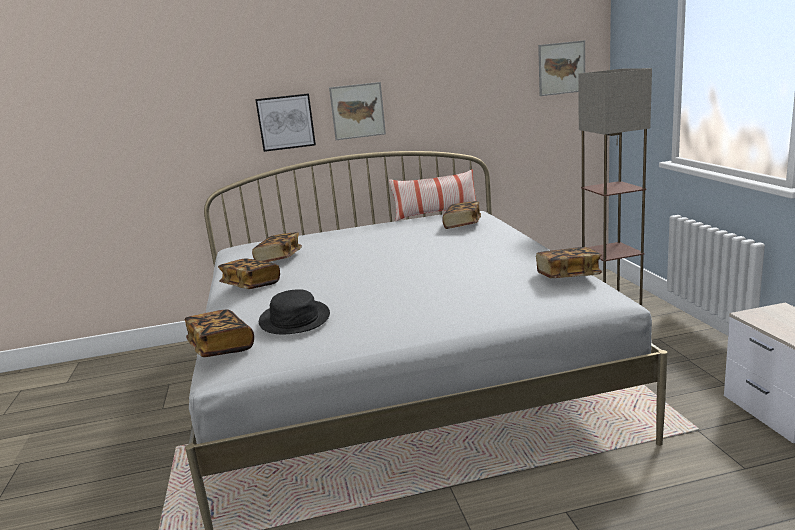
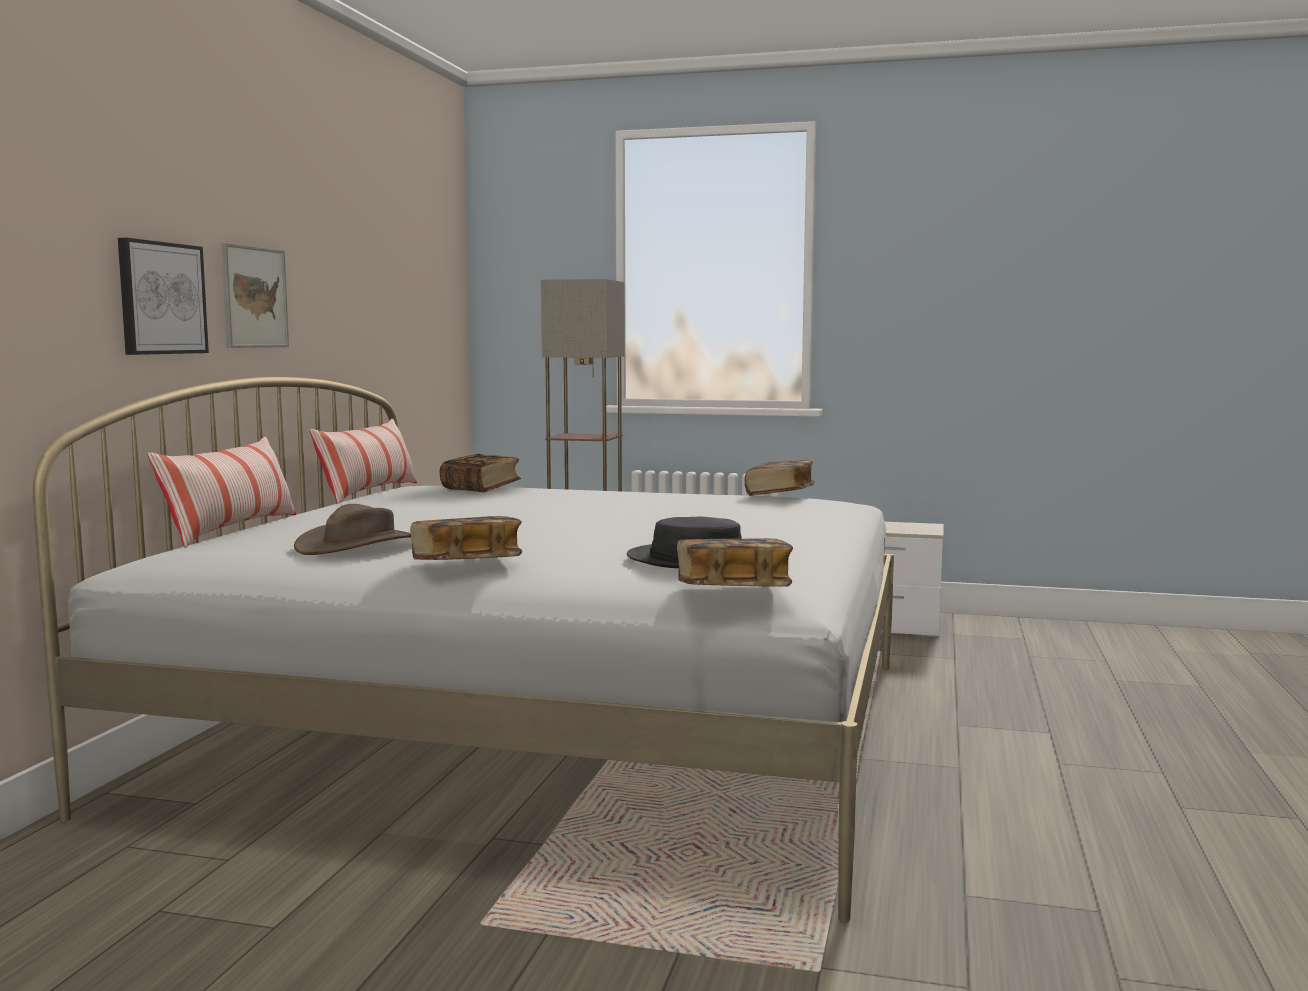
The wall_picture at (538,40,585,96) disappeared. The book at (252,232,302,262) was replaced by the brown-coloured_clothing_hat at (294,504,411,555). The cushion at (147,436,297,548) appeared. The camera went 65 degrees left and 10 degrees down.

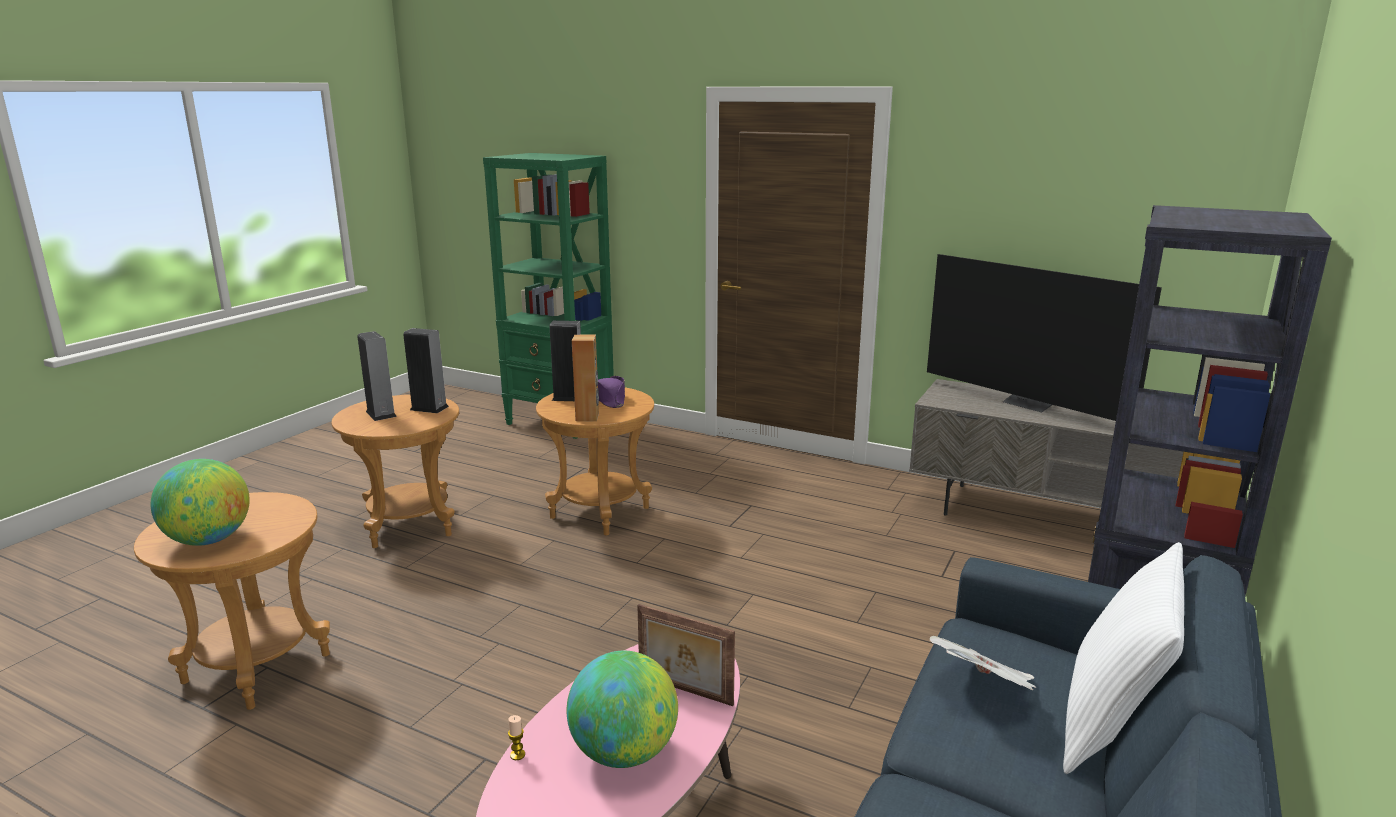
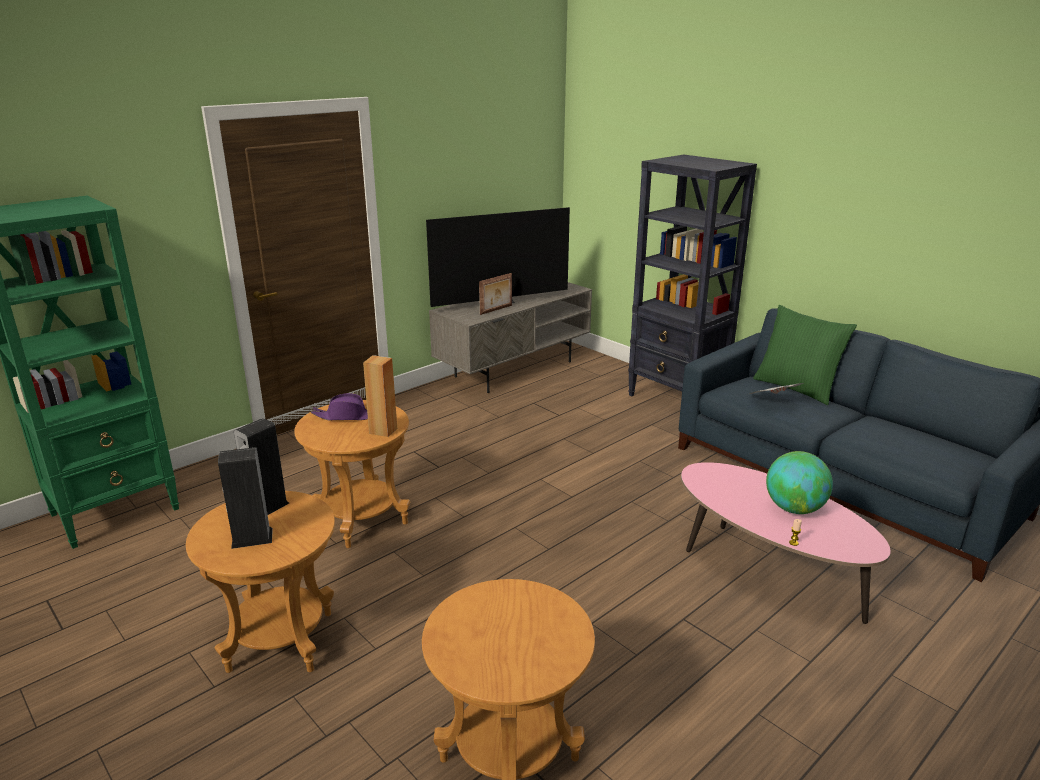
The speaker at (550,321,581,401) disappeared. The desk_globe at (151,459,250,546) disappeared. The white-coloured_cushion at (1063,542,1184,774) became the green_cushion at (753,305,857,405). The standing_frame moved from (637,604,735,706) to (479,273,512,315). The camera went 70 degrees left and 5 degrees up.

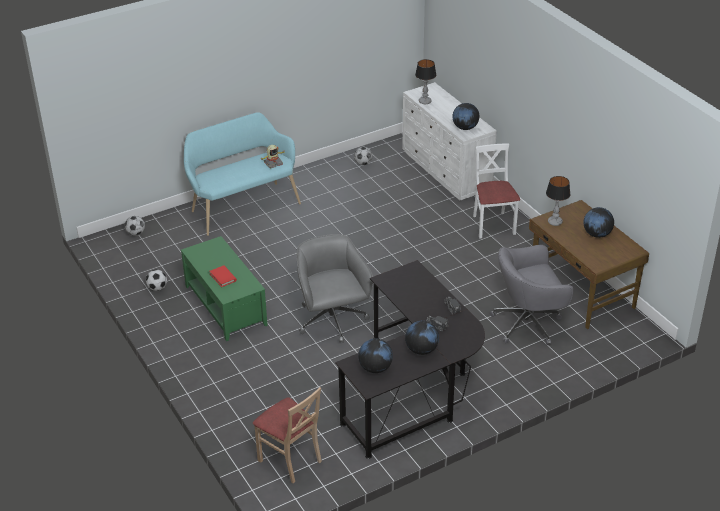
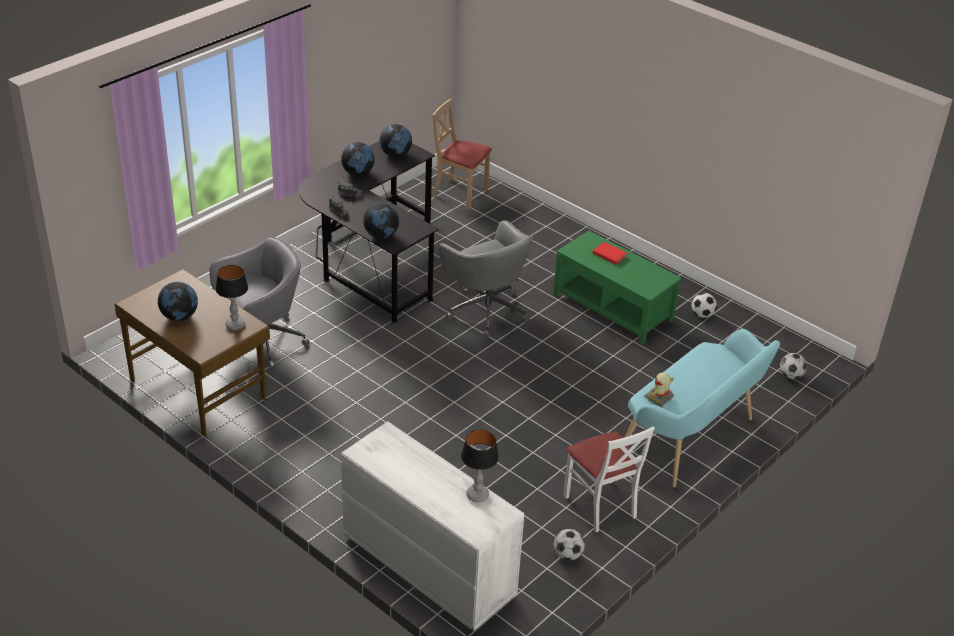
The desk_globe moved from (453,103,479,130) to (363,203,399,239). The white-coloured_plain_chair moved from (473,143,520,238) to (563,426,655,532). The camera went 160 degrees right and 0 degrees up.

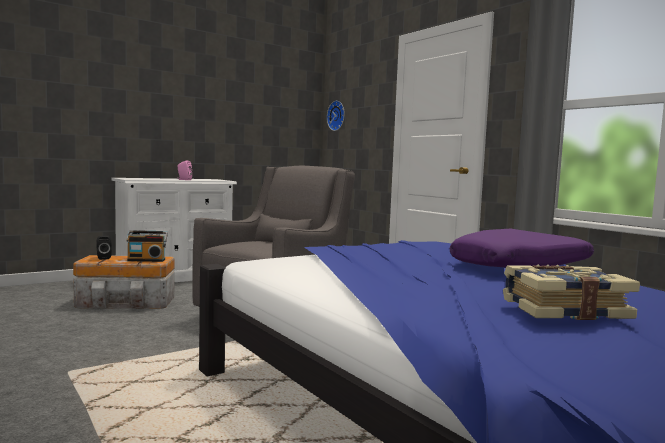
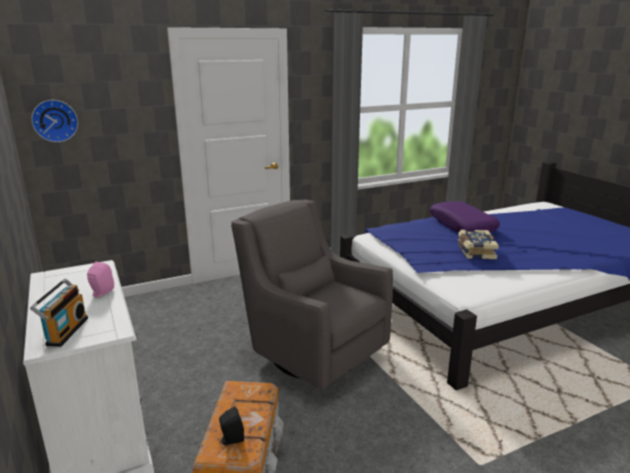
The radio_receiver moved from (126,230,168,262) to (30,279,88,347). The book moved from (503,265,640,320) to (458,230,499,259). The camera went 80 degrees left and 15 degrees up.

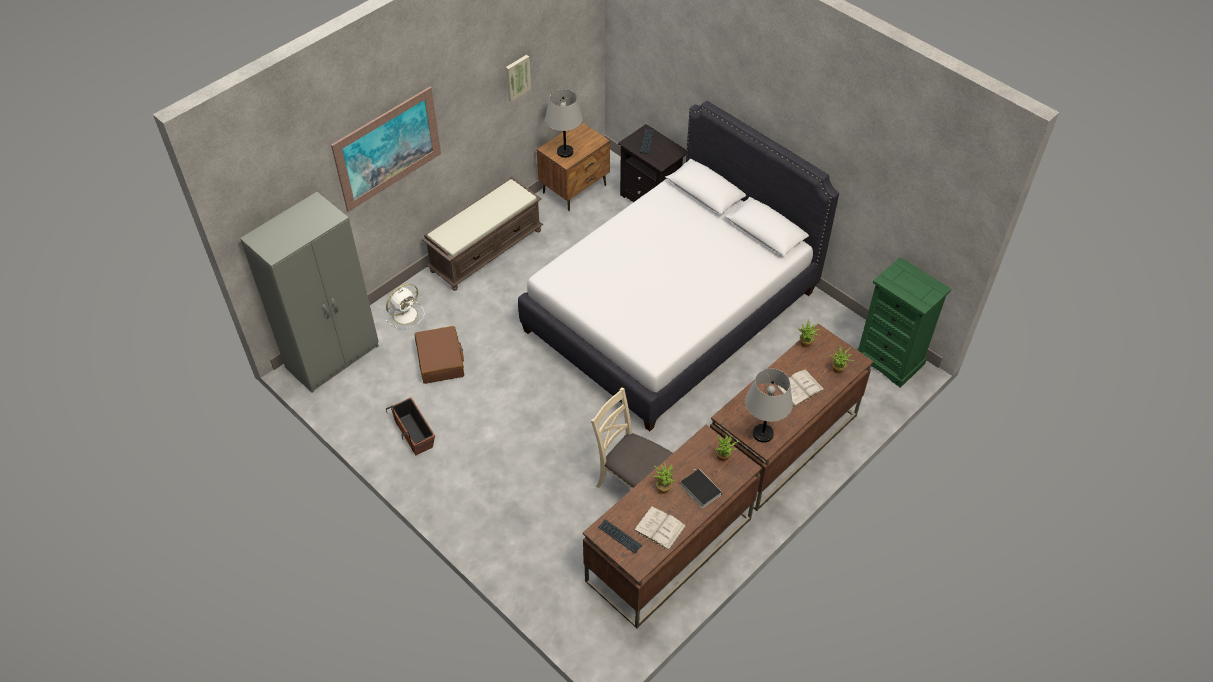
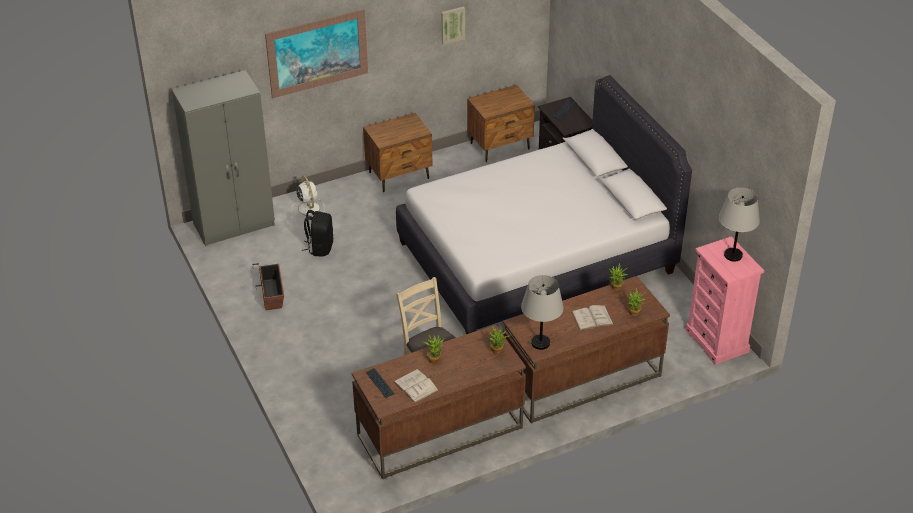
The greyish_table_lamp moved from (545,89,583,158) to (719,188,760,262). The brown-coloured_indoor_bench at (422,177,543,291) was replaced by the brown-coloured_bedside_table at (363,113,433,192). The green_chest_of_drawers at (857,257,951,388) became the pinkish_chest_of_drawers at (685,236,764,365). The white-coloured_cooling_fan at (385,283,425,329) turned 90 degrees counterclockwise. The brown-coloured_piece_of_luggage at (415,326,464,384) was replaced by the blackish_rucksack at (302,210,333,256). The book at (681,468,722,508) disappeared. The camera went 20 degrees right and 10 degrees down.

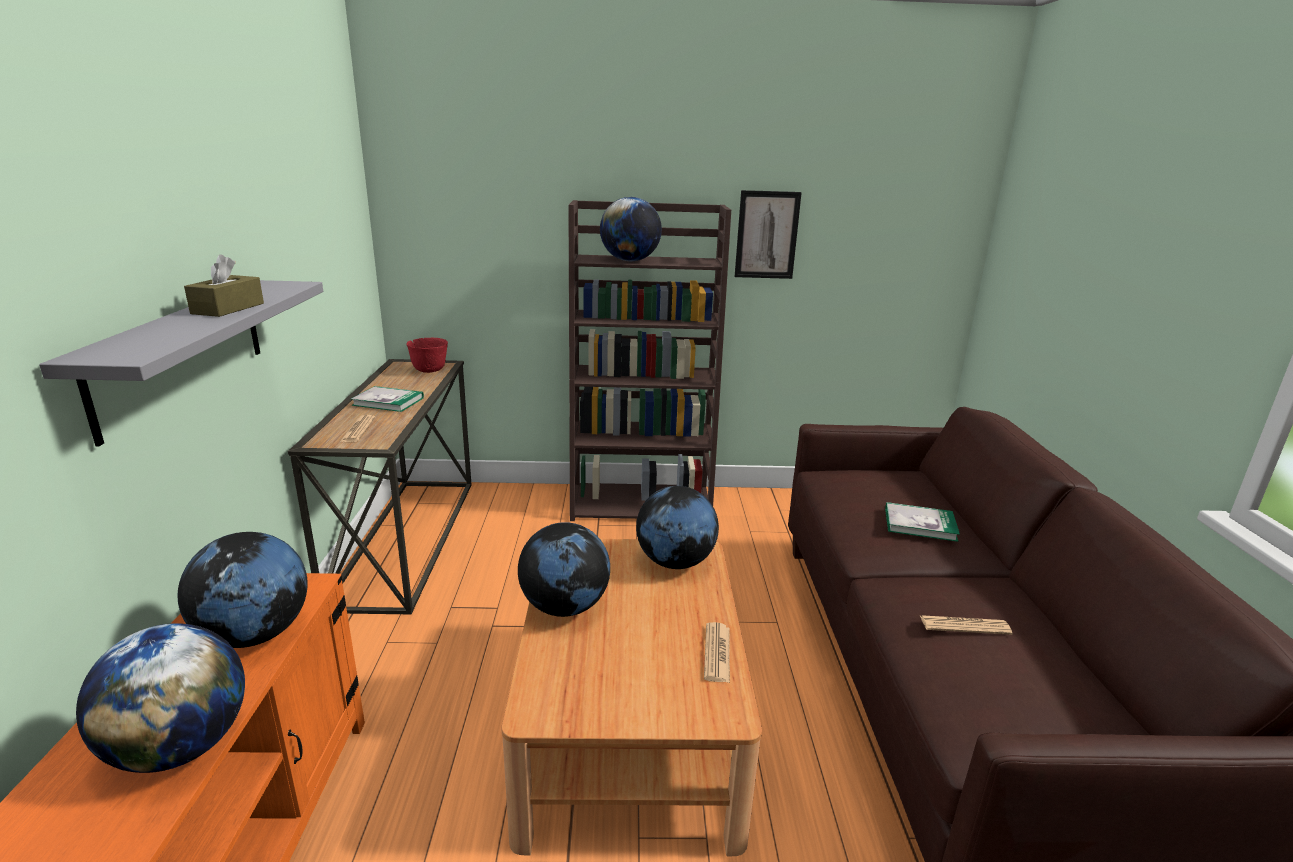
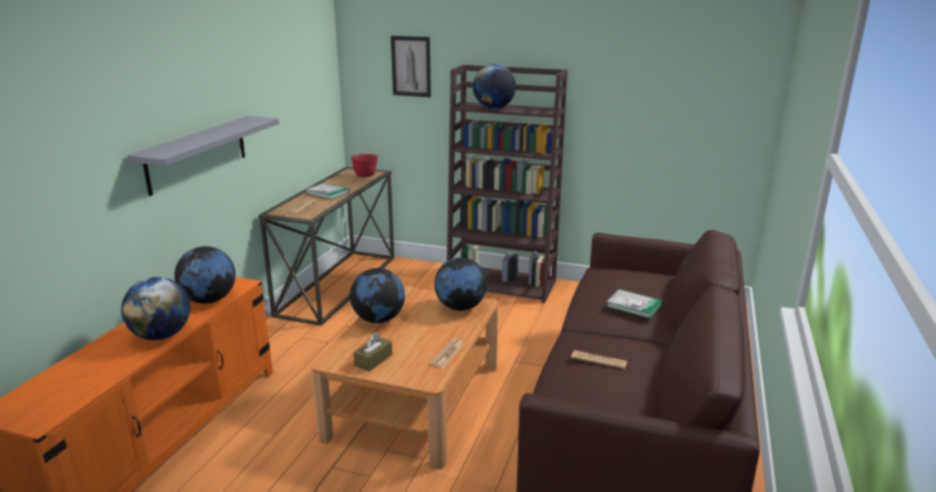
The wall_picture moved from (735,190,802,279) to (391,36,431,97). The brown-coloured_box_of_tissues moved from (184,254,264,317) to (353,332,392,372). The camera went 20 degrees right and 0 degrees up.

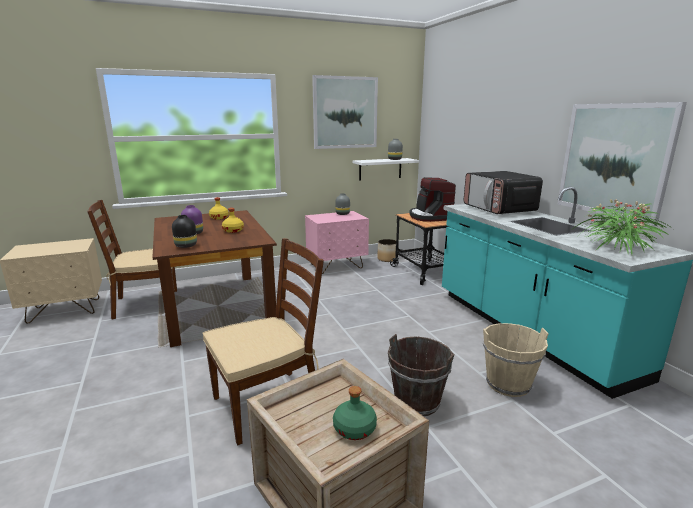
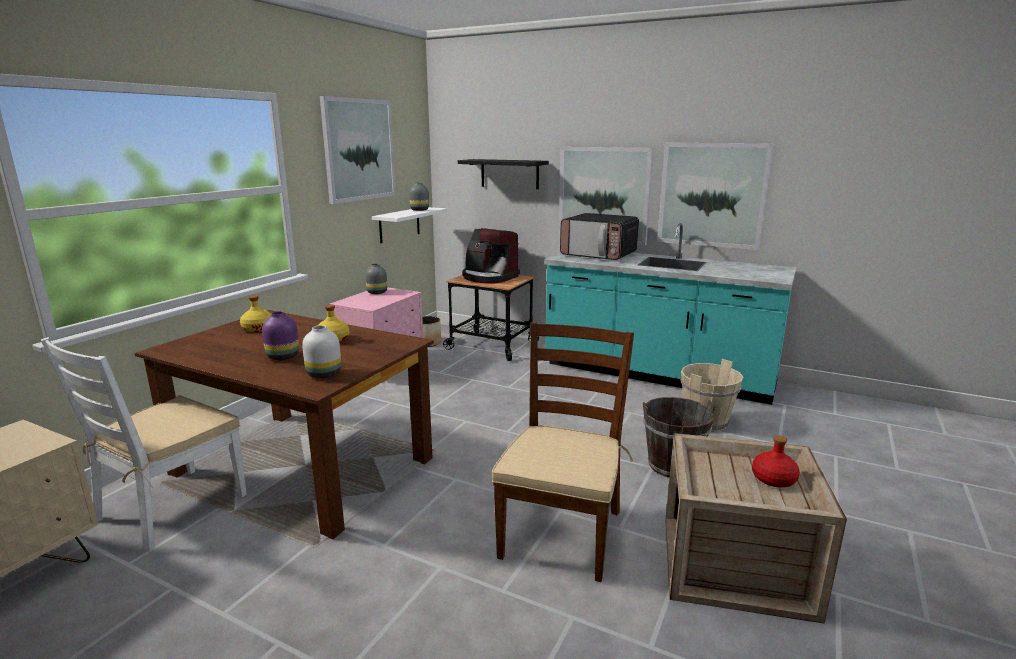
The plant_in_a_pot at (574,199,672,255) disappeared. The brown-coloured_plain_chair at (87,200,177,320) became the white-coloured_plain_chair at (41,337,247,552). The blackish_vase at (172,215,197,248) became the white-coloured_vase at (302,325,341,378). The green_beverage_bottle at (333,386,377,440) became the red_beverage_bottle at (752,436,800,487). The wall_picture at (558,147,654,246) appeared. The blackish_bracket_shelf at (458,159,549,189) appeared. The camera went 40 degrees left and 0 degrees up.

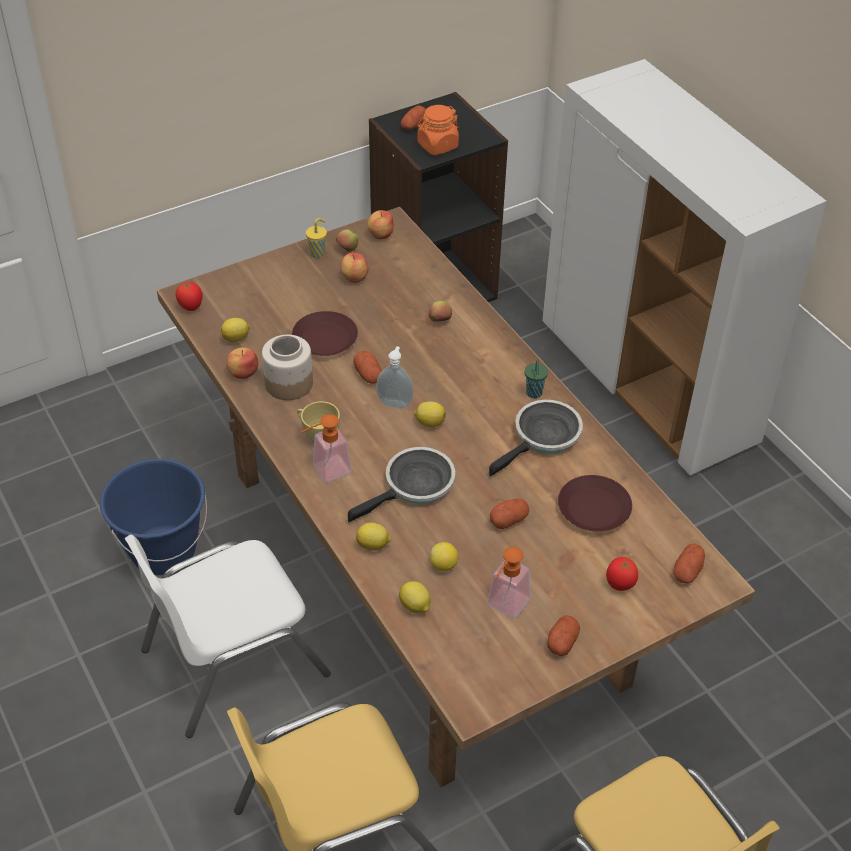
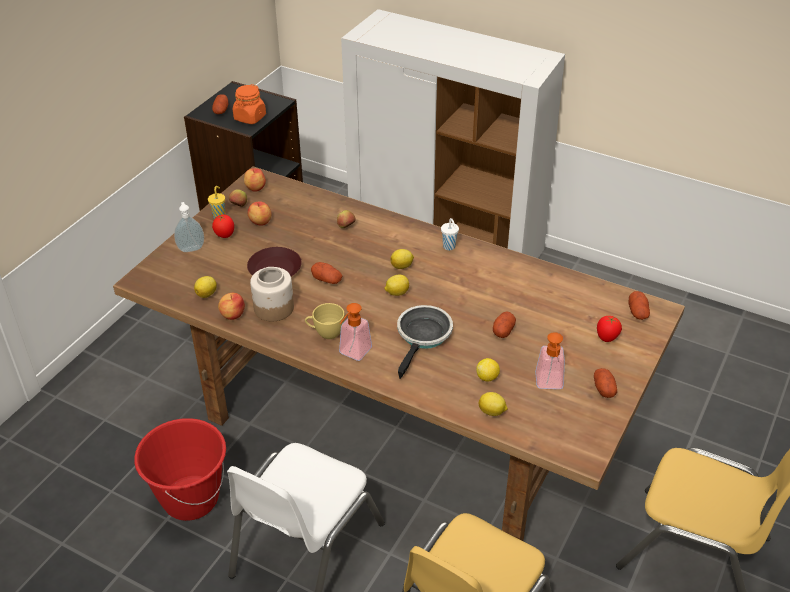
The tomato moved from (176,281,203,311) to (212,214,234,238). The liquid_soap_bottle moved from (376,346,414,408) to (174,202,204,252). The green_drinking_cup at (525,360,548,398) became the white-coloured_drinking_cup at (441,218,459,250). The skillet at (489,400,583,476) disappeared. The blue-coloured_water_bucket at (100,459,207,575) became the red_water_bucket at (134,418,226,521). The brown-coloured_plate at (558,475,632,532) disappeared. The lemon moved from (356,522,391,551) to (391,249,414,269). The camera went 30 degrees left and 5 degrees down.

